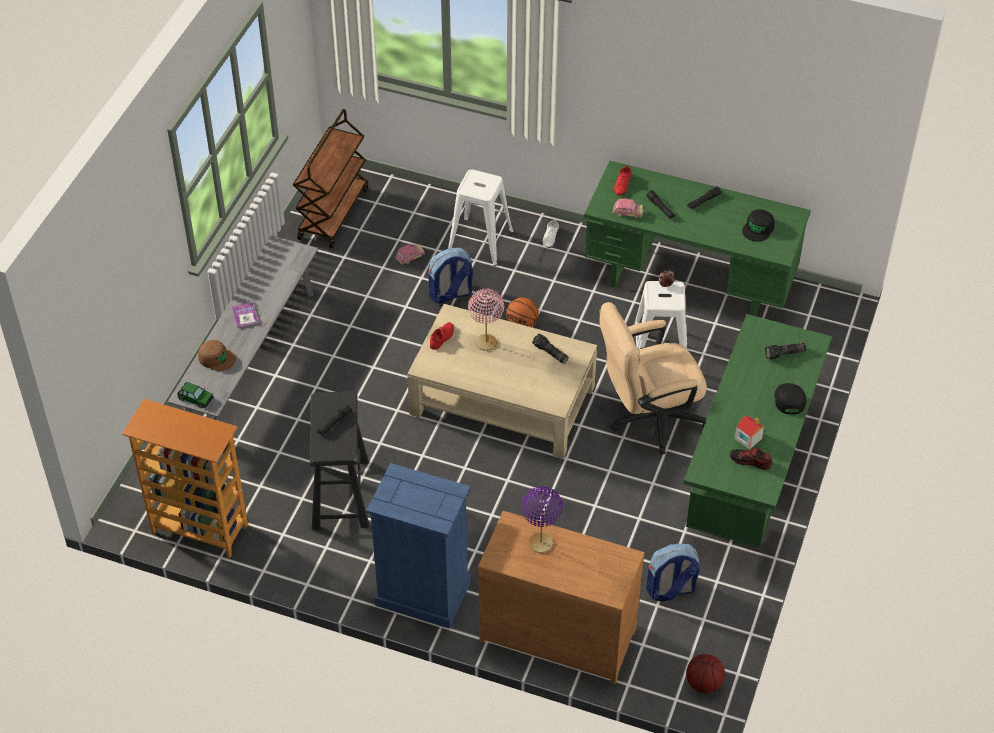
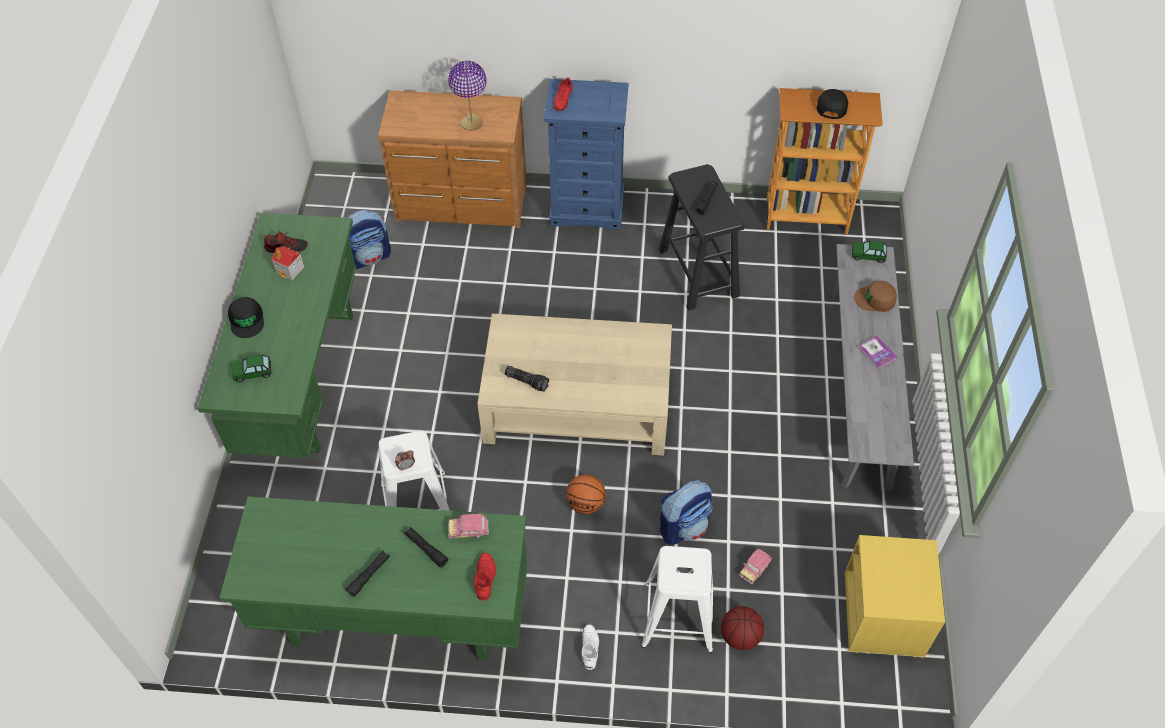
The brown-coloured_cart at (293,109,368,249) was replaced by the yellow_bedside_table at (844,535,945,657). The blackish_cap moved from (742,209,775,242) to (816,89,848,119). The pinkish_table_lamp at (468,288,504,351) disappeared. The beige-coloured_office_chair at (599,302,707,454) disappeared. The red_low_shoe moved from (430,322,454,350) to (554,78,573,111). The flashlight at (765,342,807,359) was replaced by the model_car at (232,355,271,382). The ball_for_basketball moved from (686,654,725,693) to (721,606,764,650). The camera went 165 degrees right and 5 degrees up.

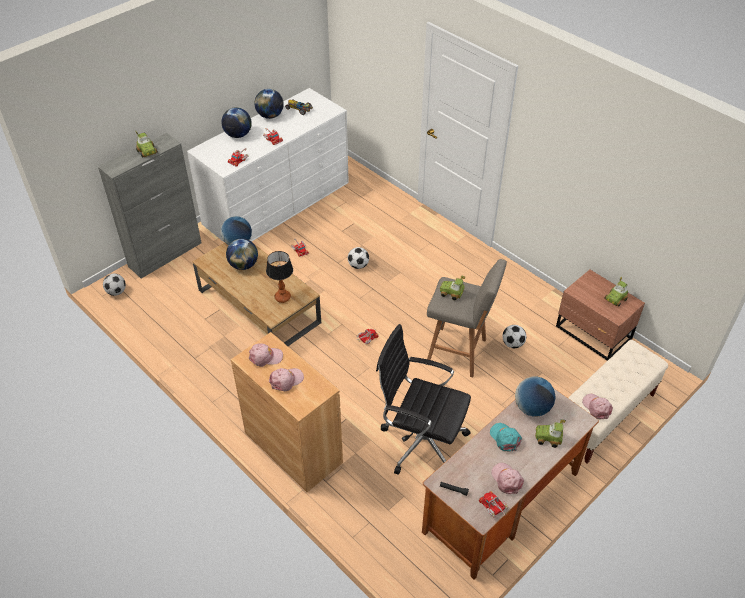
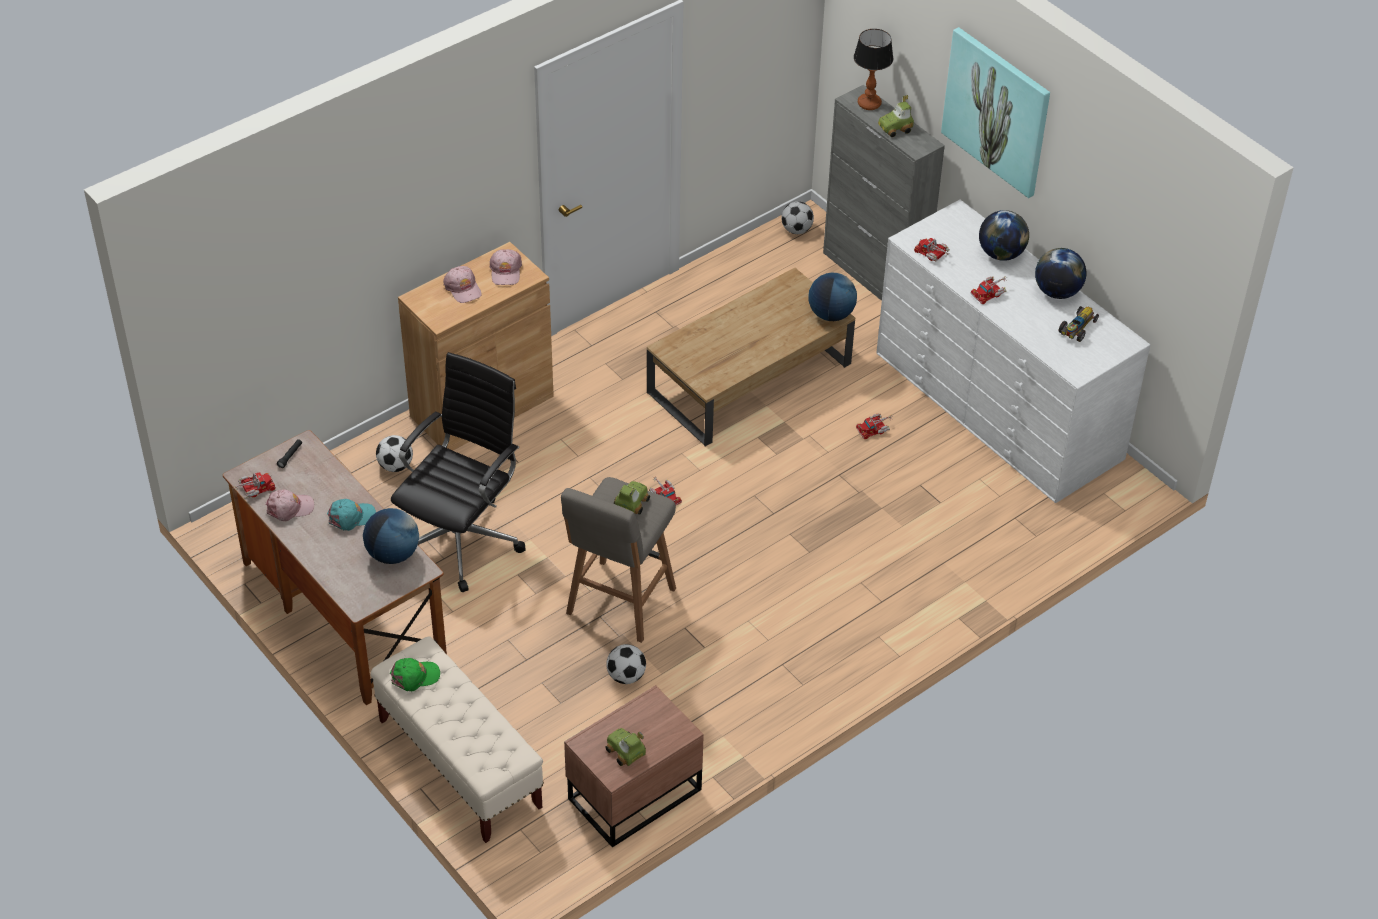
The desk_globe at (226,238,258,270) disappeared. The football moved from (348,247,369,269) to (376,435,413,472). The table_lamp moved from (266,251,293,303) to (854,29,893,110). The pinkish_cap at (582,394,613,420) became the green_cap at (390,658,440,691). The model_car at (535,419,566,448) disappeared. The wall_picture at (941,27,1050,198) appeared. The camera went 95 degrees right and 0 degrees up.

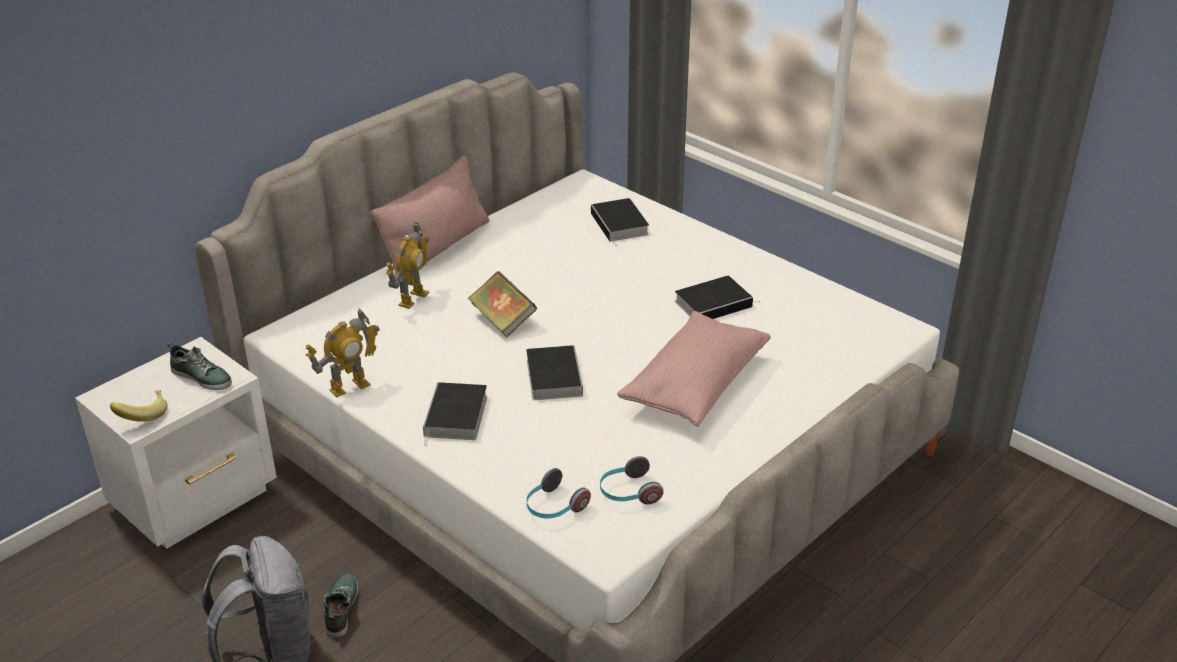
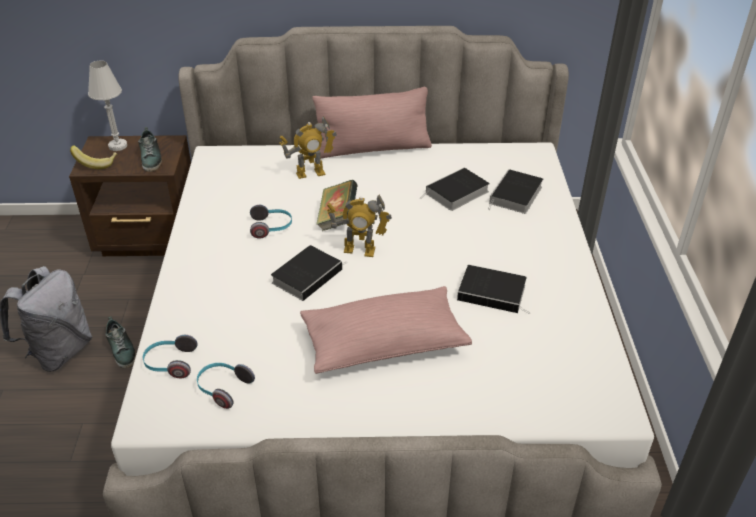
The model_robot moved from (305,308,380,398) to (327,195,392,257). The white-coloured_bedside_table at (75,337,277,549) became the brown-coloured_bedside_table at (69,135,191,256). The book moved from (423,382,487,447) to (421,168,490,211). The low_shoe at (324,573,358,638) turned 105 degrees clockwise. The white-coloured_table_lamp at (88,61,127,151) appeared. The pair_of_headphones at (250,205,292,239) appeared. The camera went 45 degrees right and 5 degrees up.

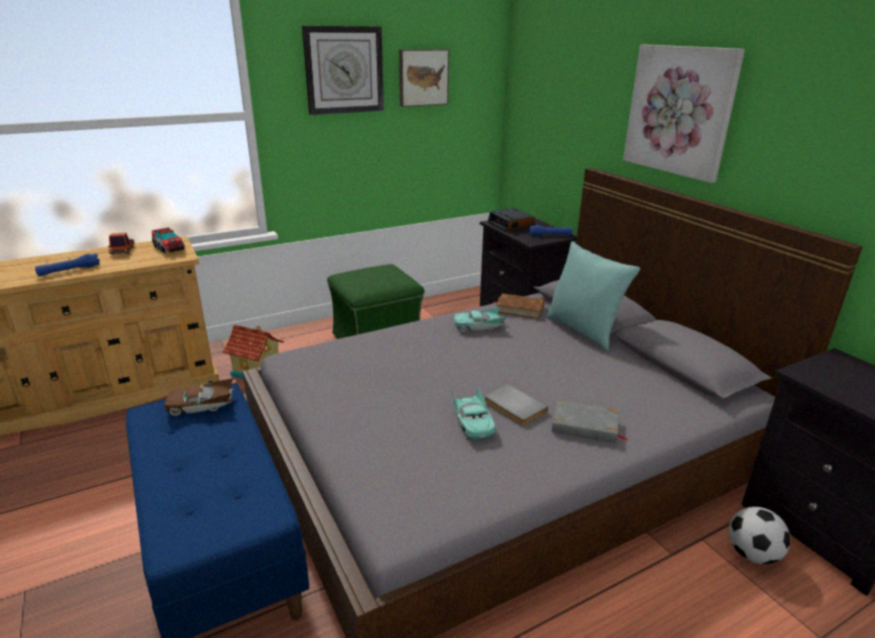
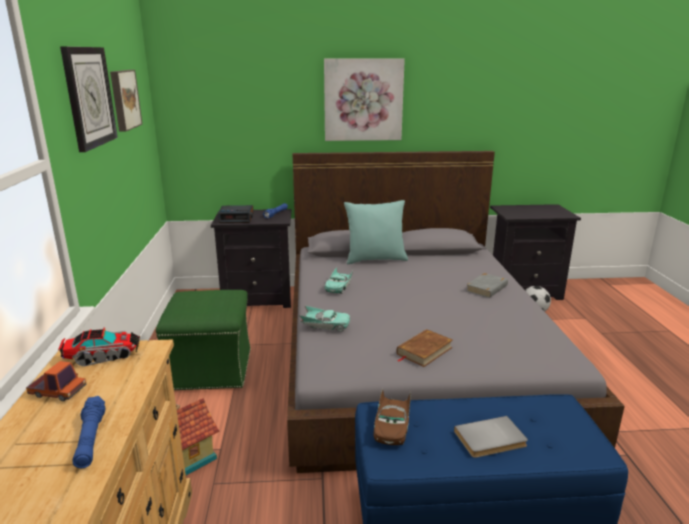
The brown-coloured_book moved from (492,293,545,319) to (397,329,453,367). The greyish_book moved from (484,384,548,425) to (454,416,528,458). The turquoise-coloured_model_car moved from (451,386,496,439) to (299,306,350,332). The camera went 65 degrees left and 5 degrees down.

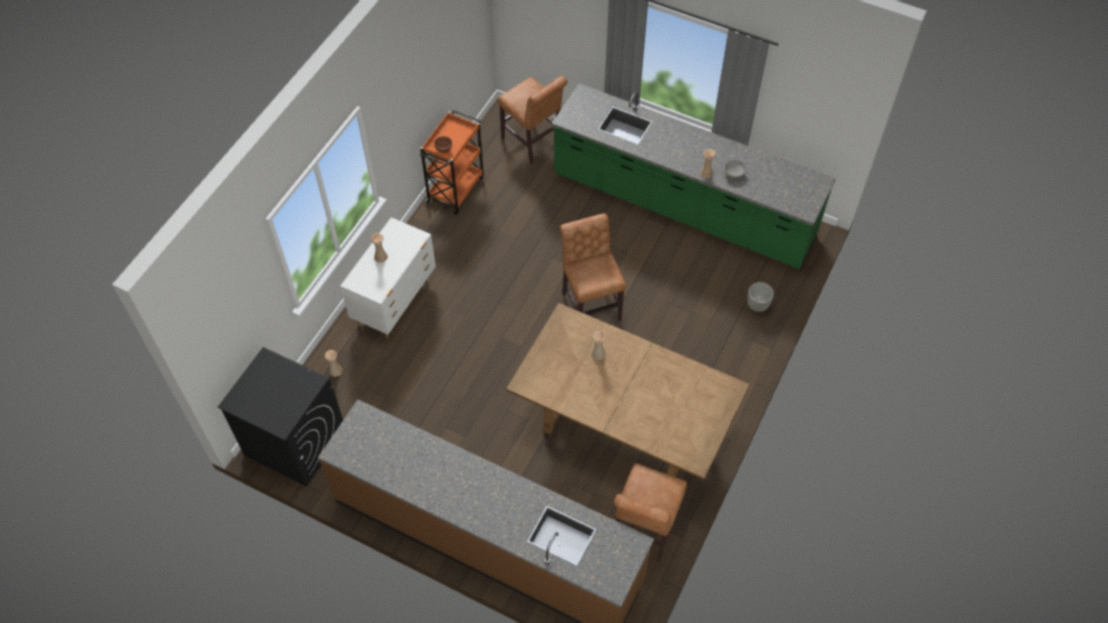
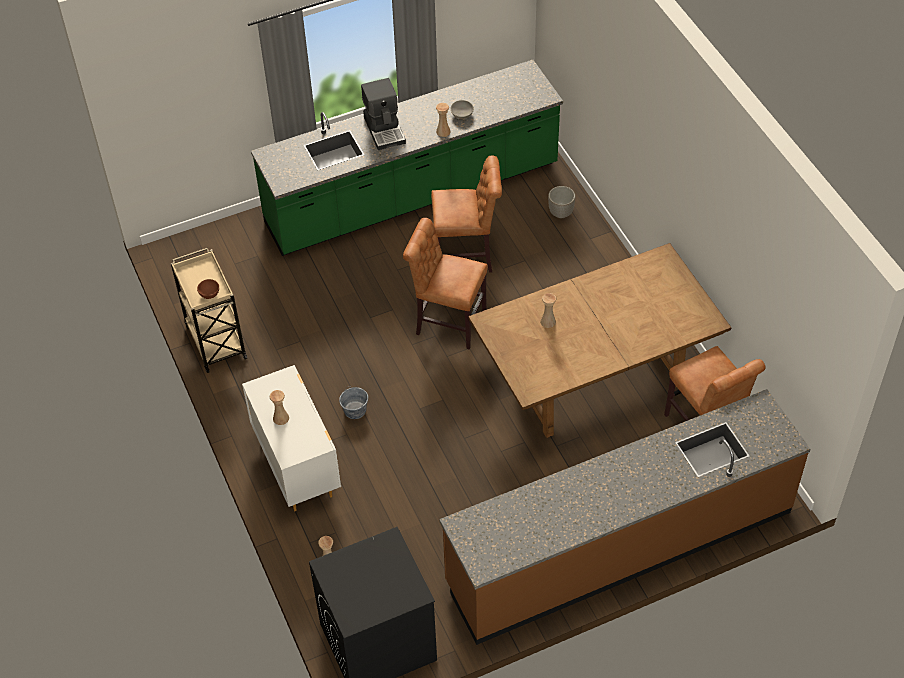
The brown-coloured_plain_chair moved from (498,76,568,164) to (431,156,502,273). The orange-coloured_cart at (420,110,484,215) became the beige-coloured_cart at (171,248,247,373). The coffee_machine at (361,78,406,150) appeared. The greyish_water_bucket at (339,387,368,419) appeared. The camera went 50 degrees left and 5 degrees down.

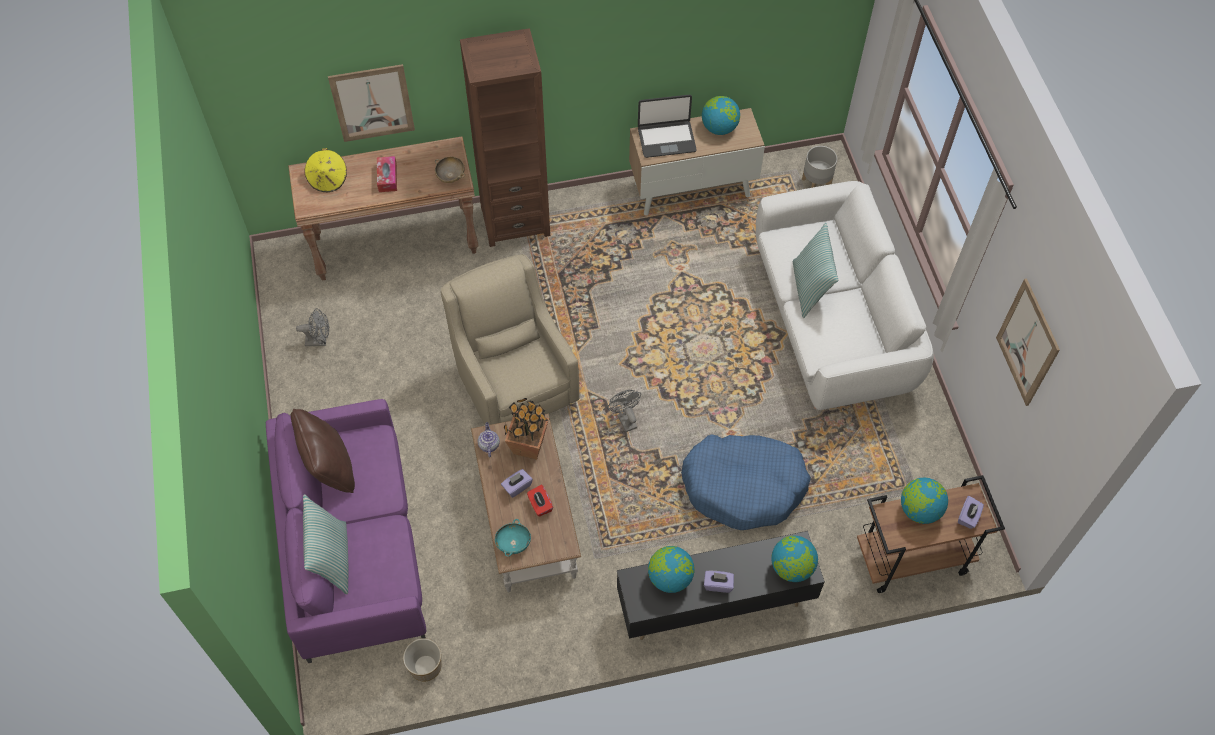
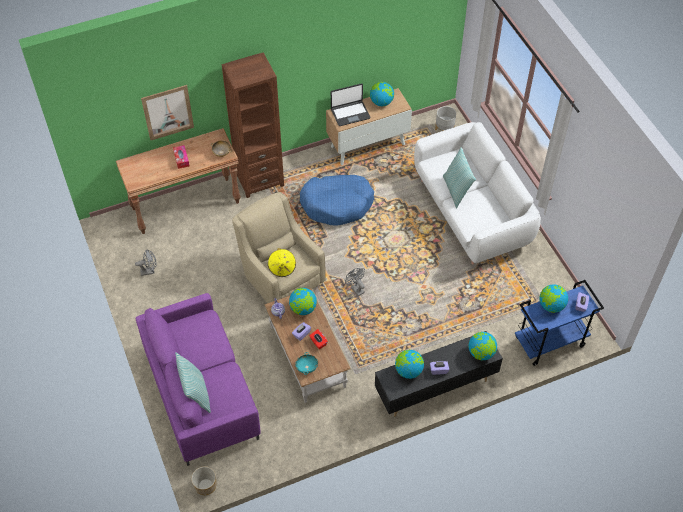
The yellow_clothing_hat moved from (304,148,347,192) to (268,248,296,277). The wall_picture at (996,278,1060,406) disappeared. The plant_in_a_pot at (504,398,549,460) was replaced by the desk_globe at (289,288,317,315). The brown-coloured_cushion at (291,409,355,493) disappeared. The blue-coloured_dog_cushion moved from (681,434,811,530) to (300,175,374,226). The brown-coloured_cart at (857,475,1005,593) became the blue-coloured_cart at (515,280,604,366). The planter moved from (403,638,442,681) to (191,467,216,495). The camera went 10 degrees left and 5 degrees down.

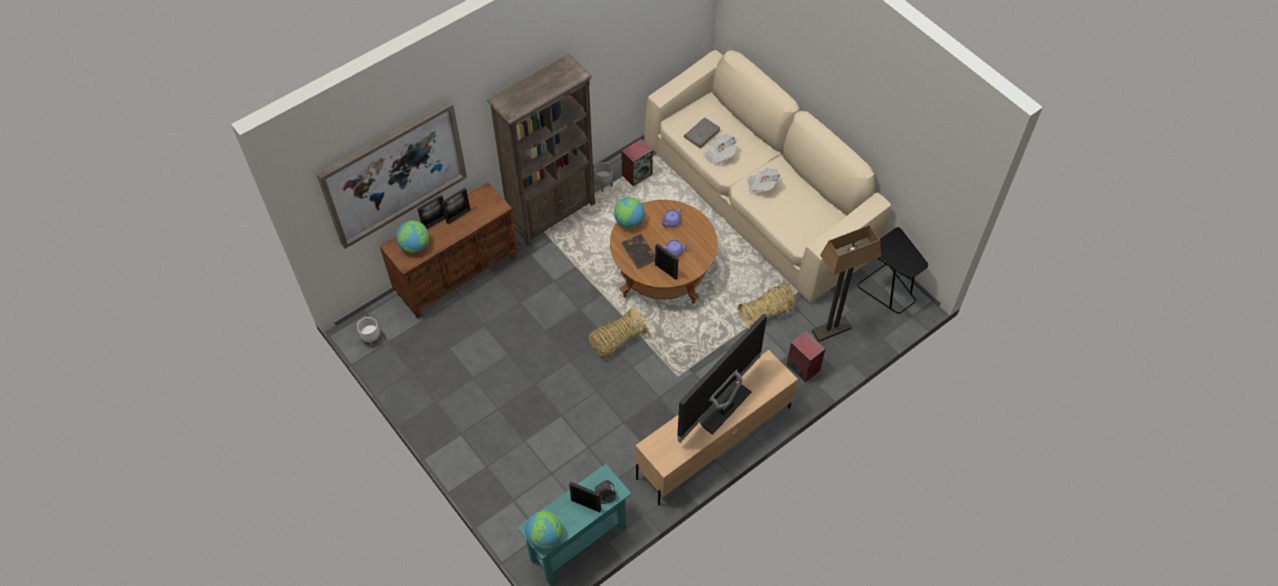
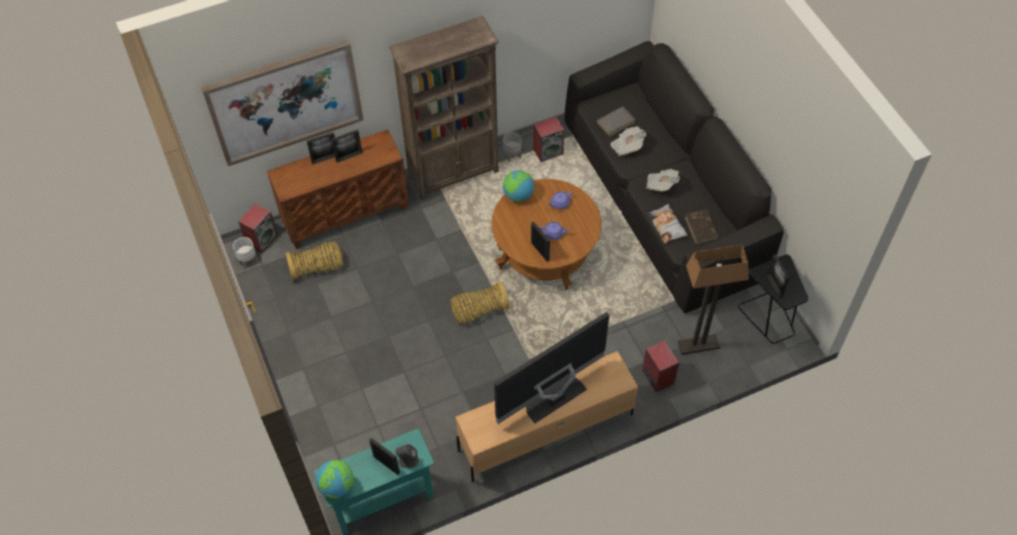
The beige-coloured_couch at (644,50,891,303) became the blackish_couch at (564,41,783,313). The desk_globe at (396,220,429,253) disappeared. The brown-coloured_book moved from (622,234,655,269) to (685,210,719,244). The household_basket moved from (738,284,796,329) to (286,242,343,280). The speaker at (238,203,278,253) appeared. The cushion at (647,204,688,244) appeared. The standing_frame at (767,254,790,298) appeared. The camera went 15 degrees right and 0 degrees up.

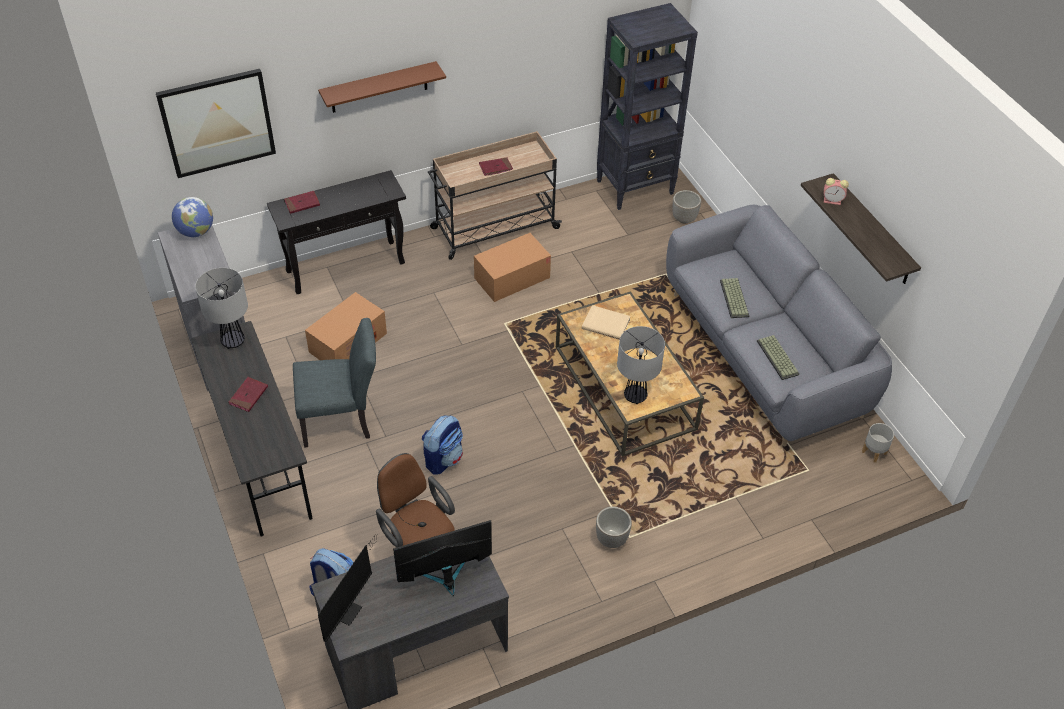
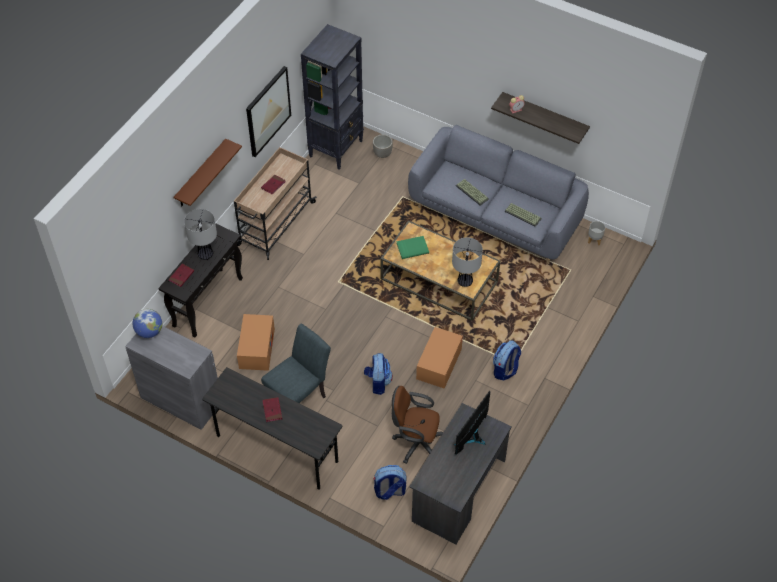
The wall_picture moved from (156,69,276,178) to (246,66,291,157). The cardboard_box moved from (474,233,551,302) to (416,327,463,389). The table_lamp moved from (195,268,248,349) to (184,209,217,260). The beige-coloured_book at (582,305,631,340) became the green_book at (396,236,429,259). The planter at (596,507,632,548) was replaced by the rucksack at (493,340,521,380). The computer_screen at (318,531,382,642) disappeared. The camera went 35 degrees left and 5 degrees up.

